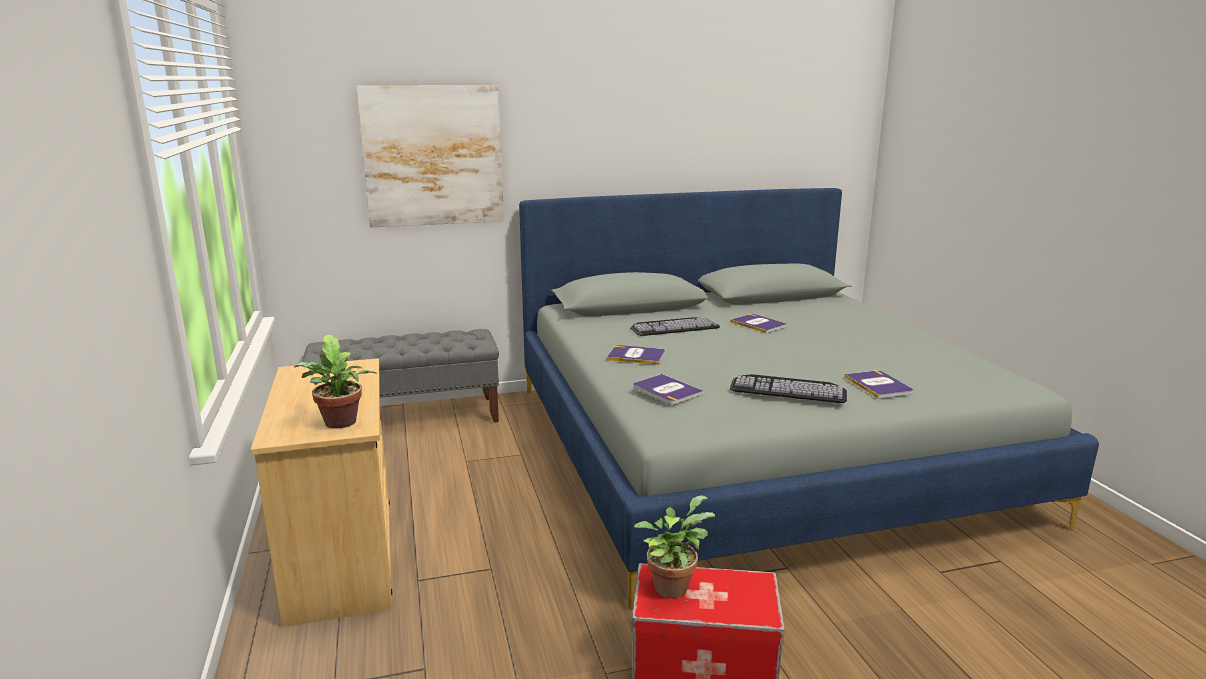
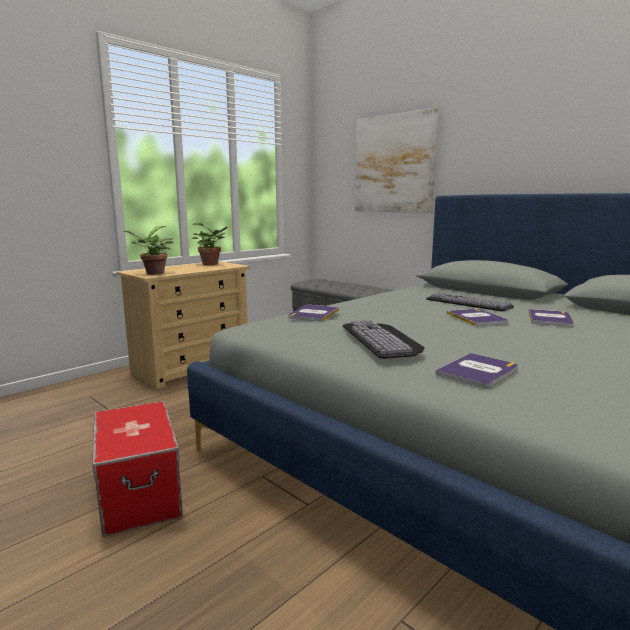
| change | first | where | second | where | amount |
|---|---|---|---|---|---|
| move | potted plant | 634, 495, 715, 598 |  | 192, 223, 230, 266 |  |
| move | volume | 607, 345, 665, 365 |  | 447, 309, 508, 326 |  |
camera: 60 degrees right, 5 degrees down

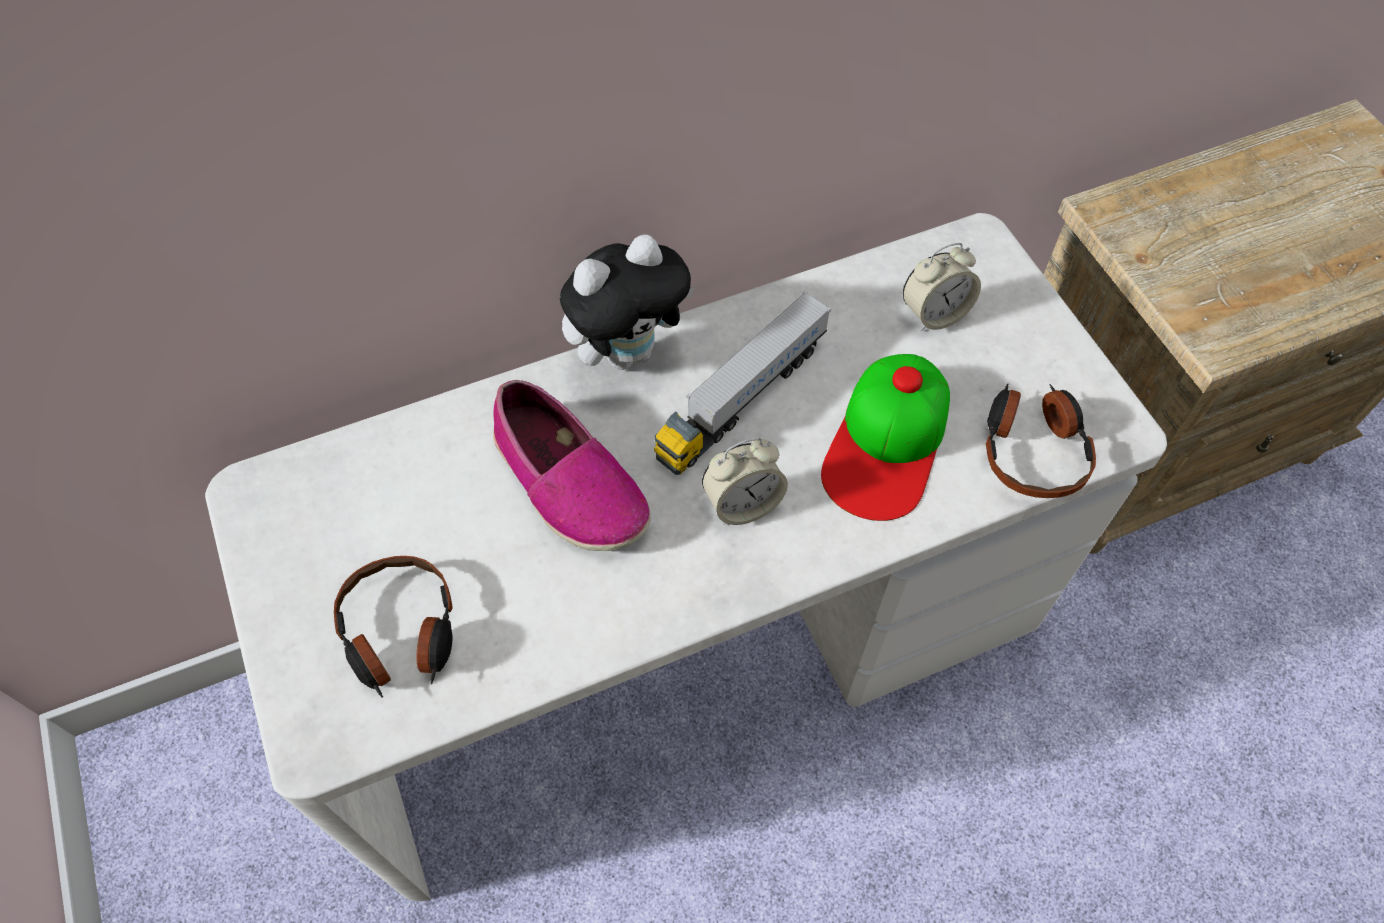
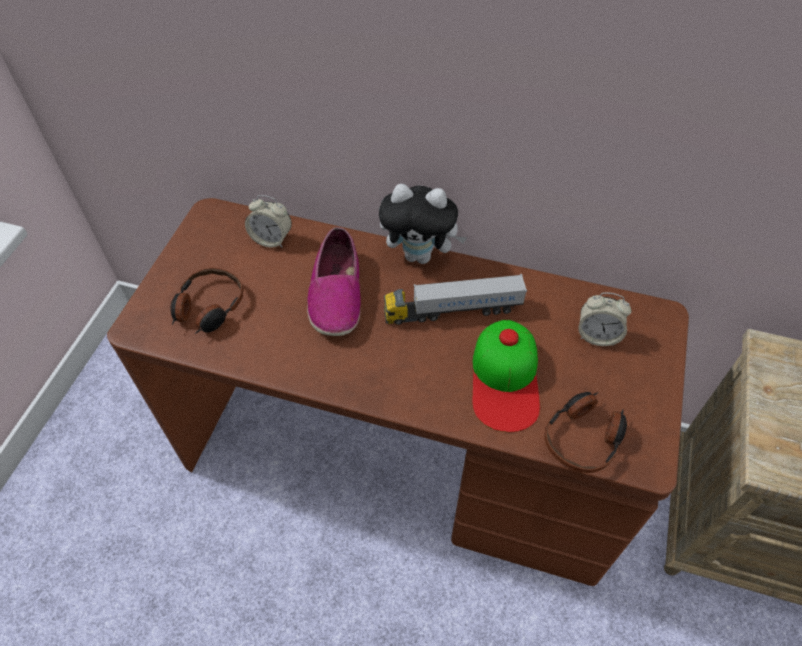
| change | first | where | second | where | amount |
|---|---|---|---|---|---|
| recolor | white desk unit | 205, 213, 1167, 901 | brown-coloured desk unit | 107, 198, 689, 586 |  |
| move | table clock | 702, 438, 788, 525 |  | 245, 195, 292, 248 |  |
| rotate | cap | 821, 354, 950, 521 |  | 472, 320, 540, 432 | 60 degrees counterclockwise |
camera: 40 degrees right, 5 degrees down

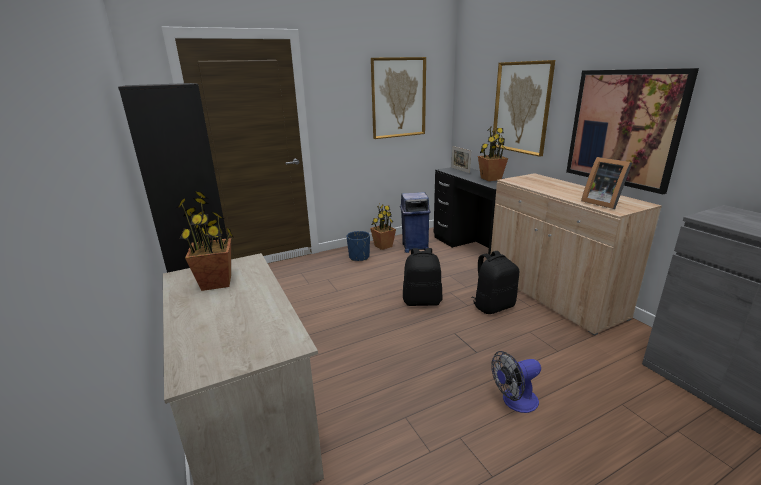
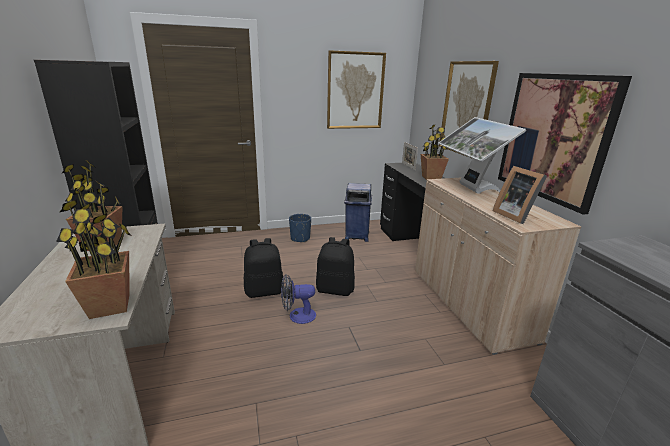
| change | first | where | second | where | amount |
|---|---|---|---|---|---|
| move | potted plant | 370, 205, 396, 250 |  | 56, 199, 131, 319 |  |
| move | black-coloured knapsack | 472, 251, 519, 314 |  | 244, 238, 283, 298 |  |
| move | electric fan | 491, 351, 541, 413 |  | 281, 275, 316, 324 |  |
| insert |  |  | computer screen | 438, 117, 526, 194 |  |
camera: 10 degrees right, 0 degrees up

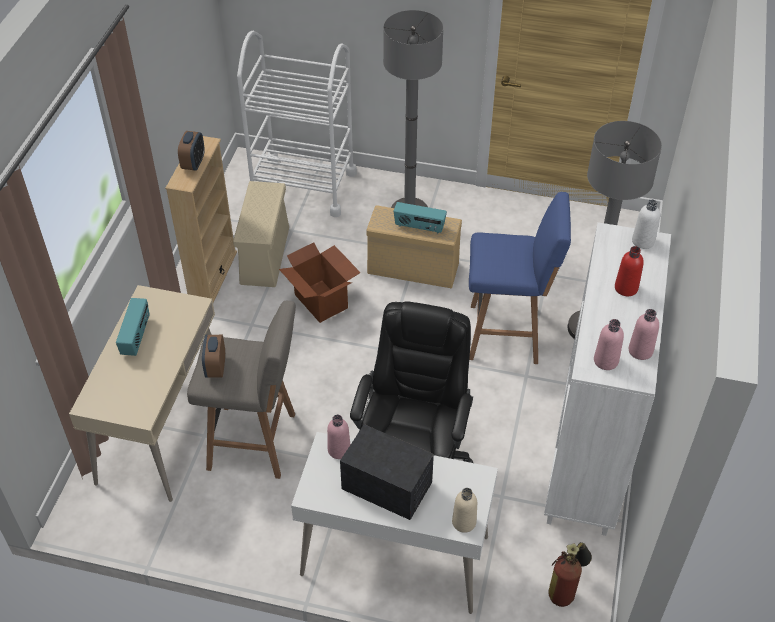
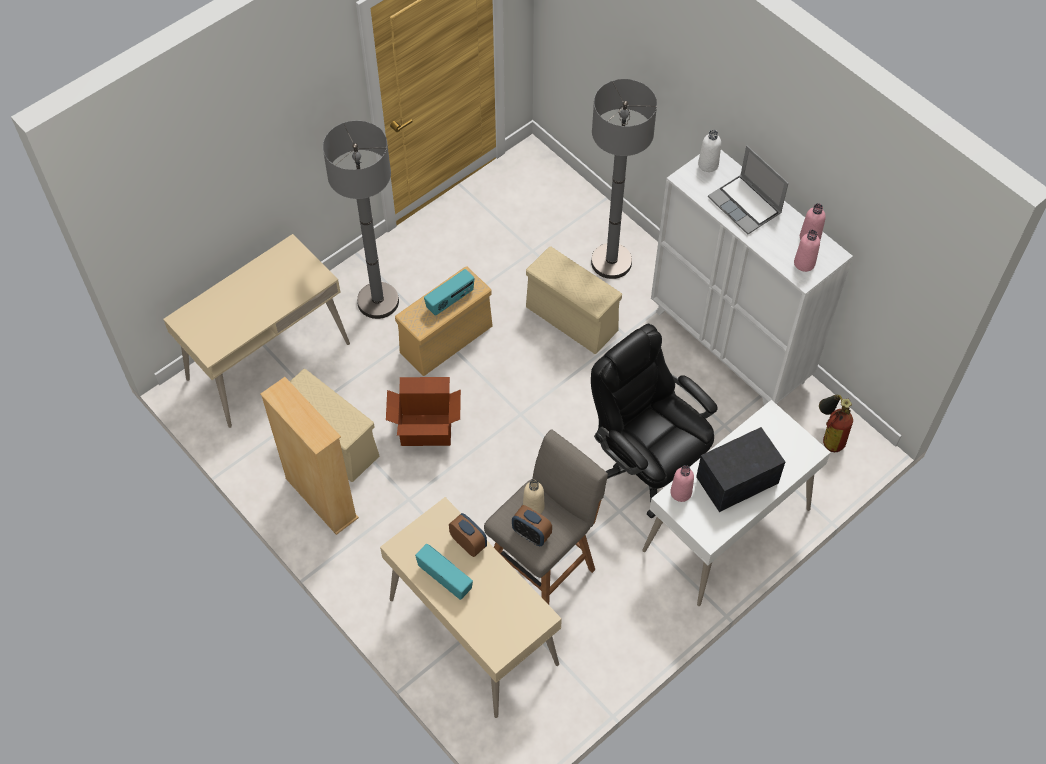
| change | first | where | second | where | amount |
|---|---|---|---|---|---|
| replace | white cart | 237, 31, 357, 217 | beige-coloured desk unit | 163, 234, 350, 428 |  |
| move | table clock | 178, 131, 205, 171 |  | 449, 513, 487, 557 |  |
| move | beige-coloured bottle | 452, 488, 477, 533 |  | 523, 480, 545, 514 |  |
| replace | blue sitting stool | 469, 192, 571, 364 | beige-coloured storage box | 526, 246, 622, 354 |  |
| replace | red-coloured bottle | 615, 246, 644, 296 | portable computer | 708, 146, 788, 235 |  |
camera: 55 degrees left, 10 degrees up

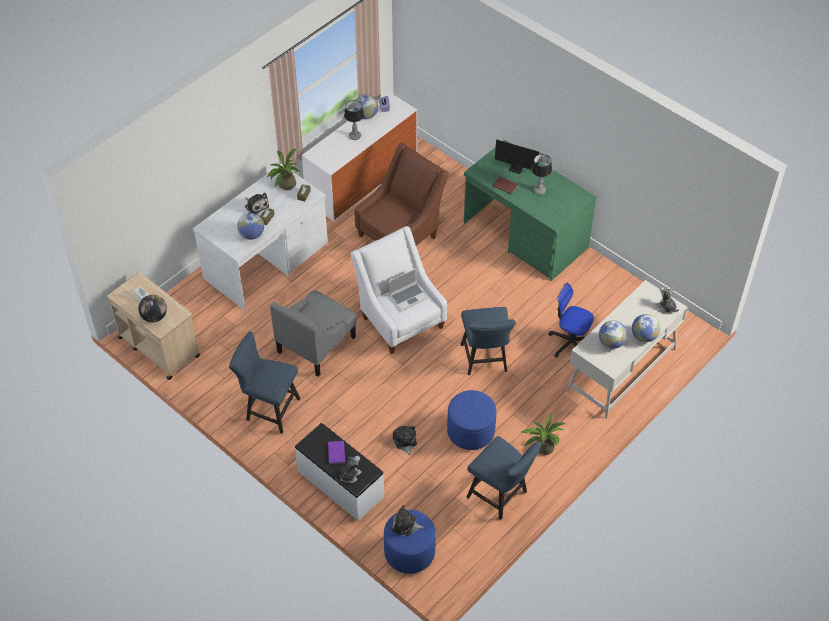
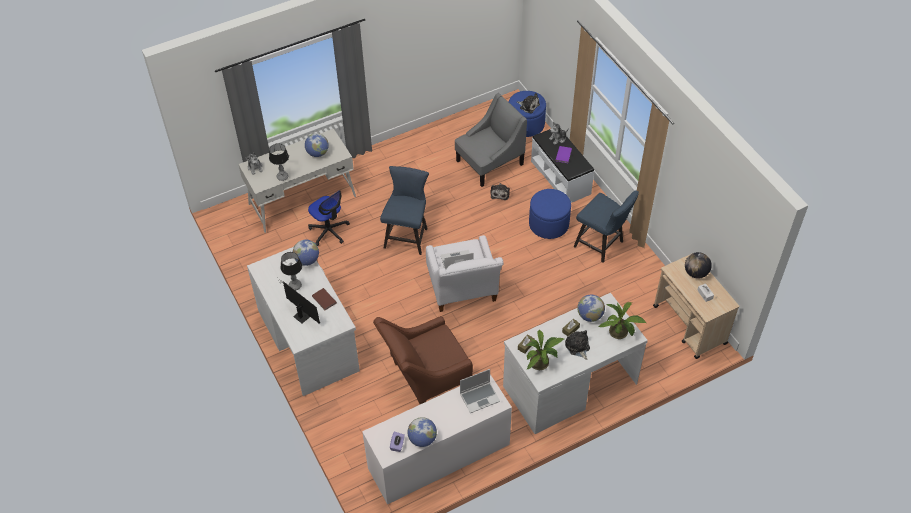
| change | first | where | second | where | amount |
|---|---|---|---|---|---|
| recolor | greenish desk unit | 464, 140, 596, 281 | white desk unit | 247, 247, 360, 396 |  |
| move | lamp for a table | 344, 100, 364, 140 |  | 269, 143, 289, 181 |  |
| move | globe | 632, 314, 660, 342 |  | 293, 240, 319, 266 |  |
| move | greyish lounge chair | 270, 290, 357, 377 |  | 455, 93, 527, 187 |  |
| insert |  |  | portable computer | 460, 369, 500, 413 |  |
| move | blue ottoman | 447, 390, 497, 450 |  | 529, 189, 571, 239 |  |
| move | potted plant | 521, 413, 566, 455 |  | 599, 302, 646, 339 |  |
| delete | blue chair | 466, 436, 541, 520 |  |  |  |
camera: 160 degrees left, 0 degrees up

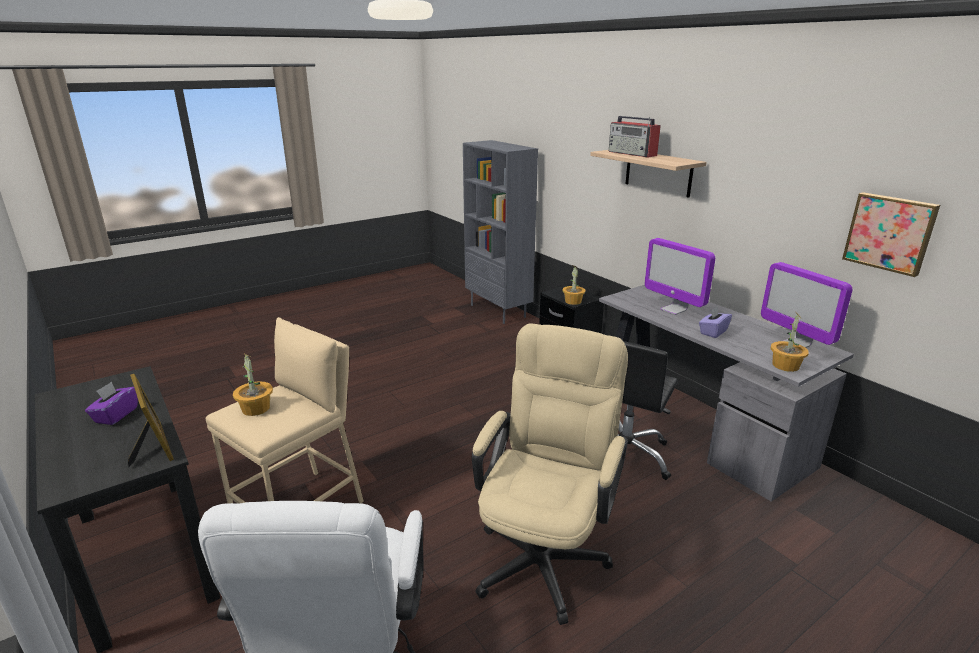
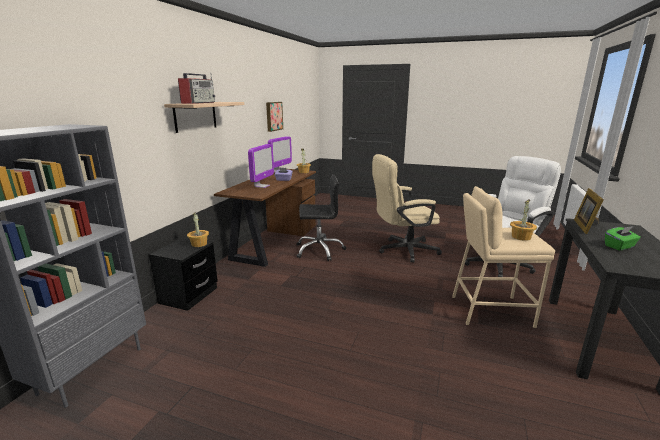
| change | first | where | second | where | amount |
|---|---|---|---|---|---|
| recolor | greyish desk unit | 599, 285, 854, 502 | brown-coloured desk unit | 214, 168, 316, 267 |  |
| recolor | purple-coloured tissue box | 85, 382, 138, 425 | greenish tissue box | 605, 226, 641, 251 |  |
camera: 125 degrees left, 5 degrees down

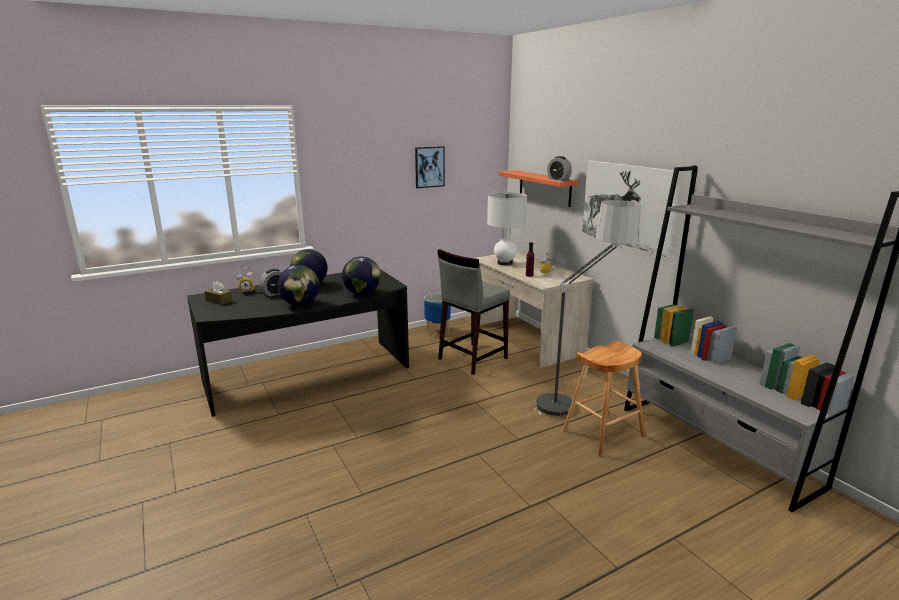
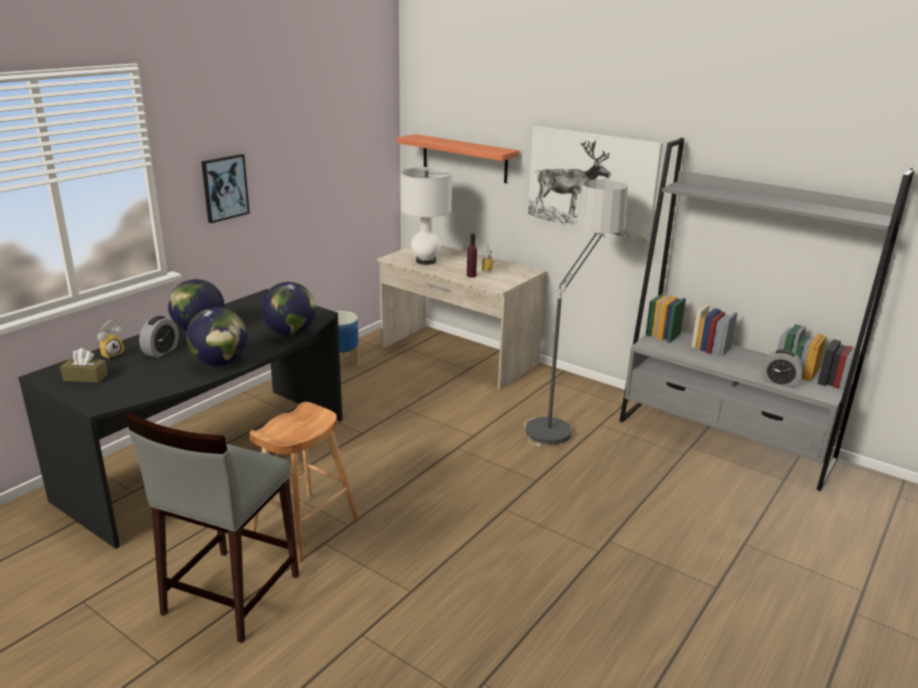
| change | first | where | second | where | amount |
|---|---|---|---|---|---|
| move | greyish sitting stool | 437, 249, 510, 375 |  | 124, 412, 299, 643 |  |
| move | picture | 415, 146, 445, 188 |  | 201, 154, 250, 223 |  |
| move | brown-coloured sitting stool | 563, 341, 645, 457 |  | 250, 402, 359, 563 |  |
| move | table clock | 547, 156, 572, 181 |  | 761, 349, 803, 388 |  |
camera: 25 degrees left, 5 degrees up

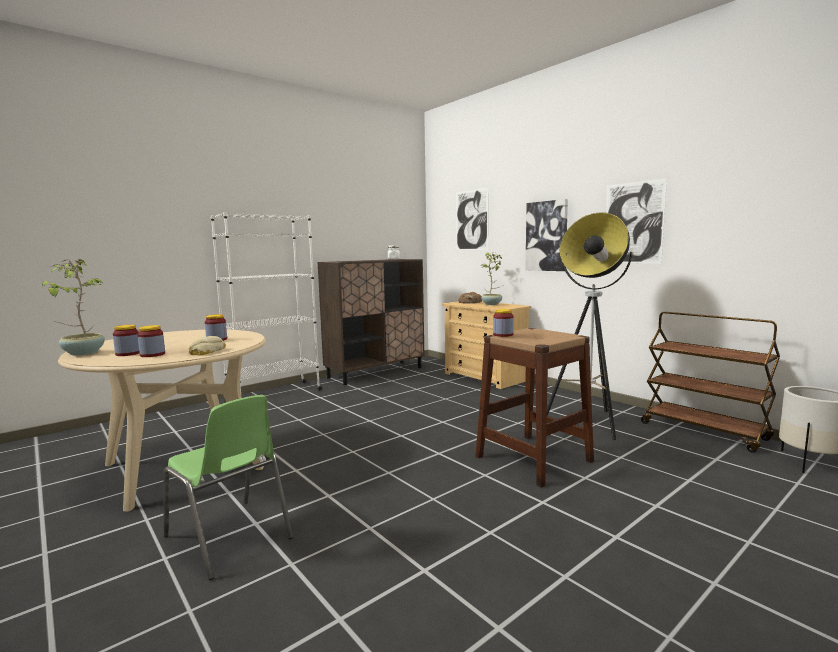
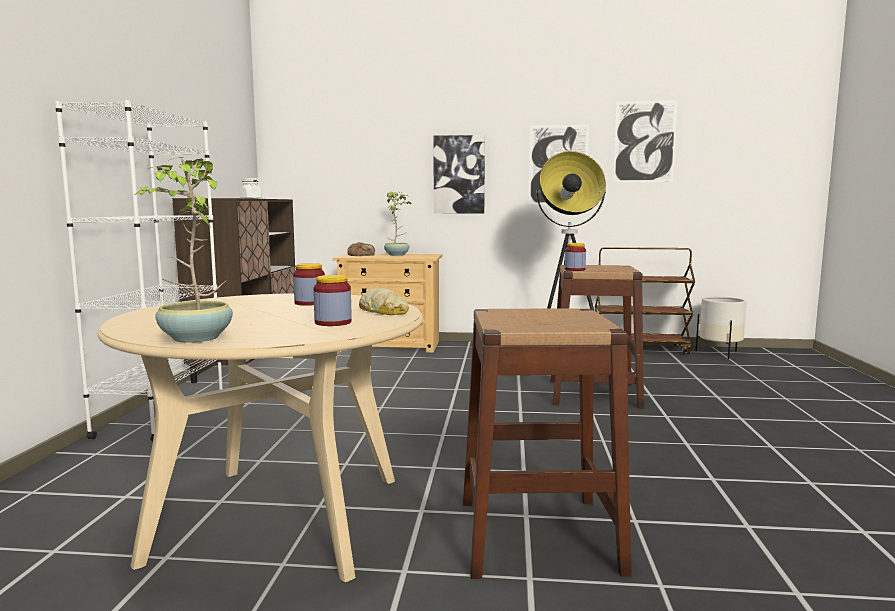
| change | first | where | second | where | amount |
|---|---|---|---|---|---|
| replace | greenish chair | 163, 395, 293, 580 | brown-coloured sitting stool | 463, 308, 632, 579 |  |
| move | picture | 456, 188, 488, 250 |  | 613, 100, 678, 182 |  |
| delete | jar | 113, 325, 139, 356 |  |  |  |
camera: 45 degrees left, 0 degrees up

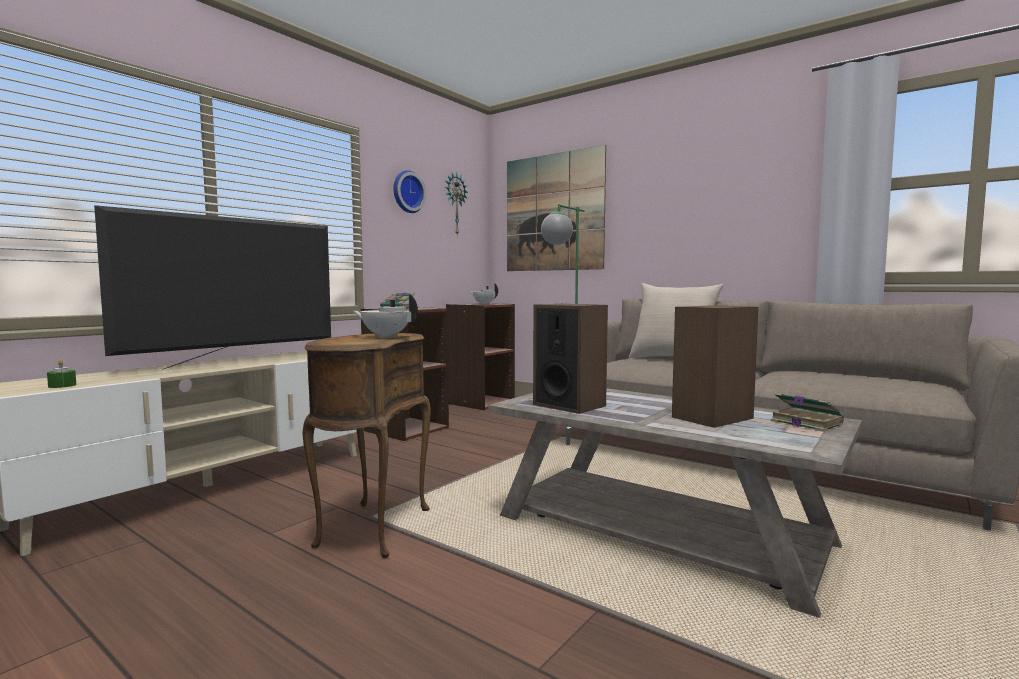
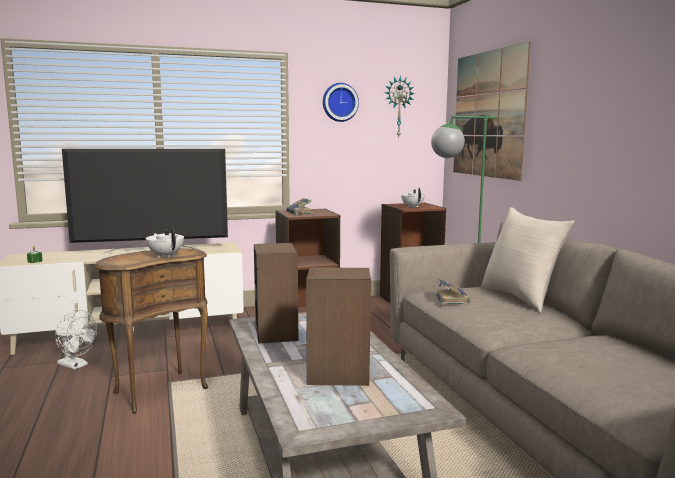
| change | first | where | second | where | amount |
|---|---|---|---|---|---|
| insert |  |  | white electric fan | 55, 309, 97, 370 |  |
| move | volume | 771, 393, 844, 431 |  | 435, 278, 470, 304 |  |
camera: 35 degrees right, 5 degrees up

